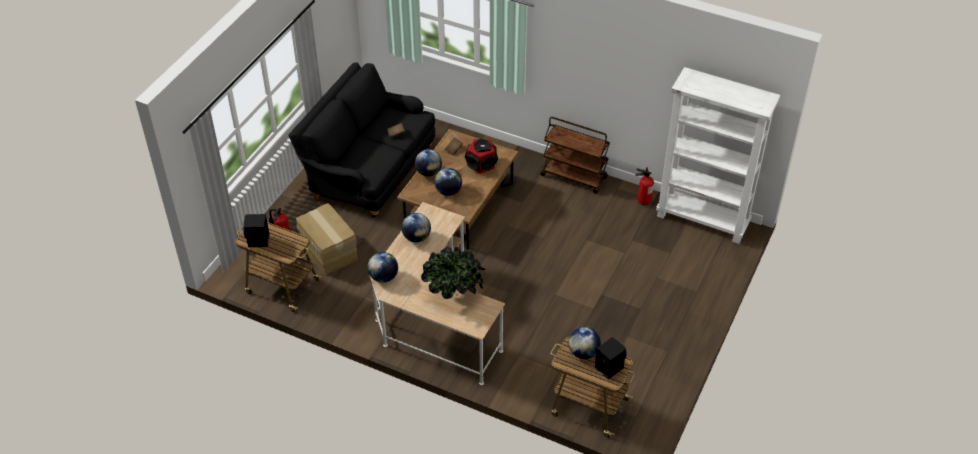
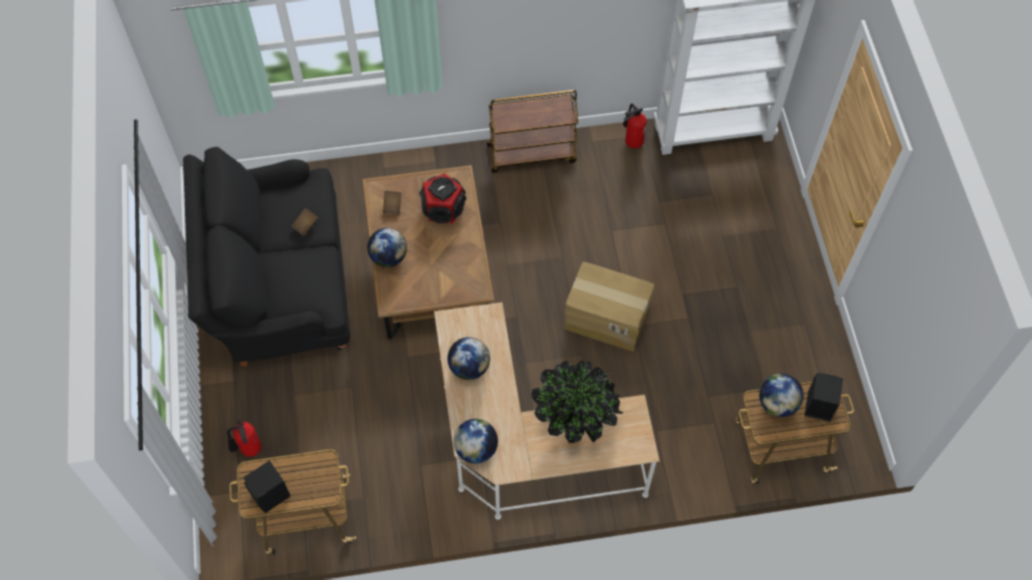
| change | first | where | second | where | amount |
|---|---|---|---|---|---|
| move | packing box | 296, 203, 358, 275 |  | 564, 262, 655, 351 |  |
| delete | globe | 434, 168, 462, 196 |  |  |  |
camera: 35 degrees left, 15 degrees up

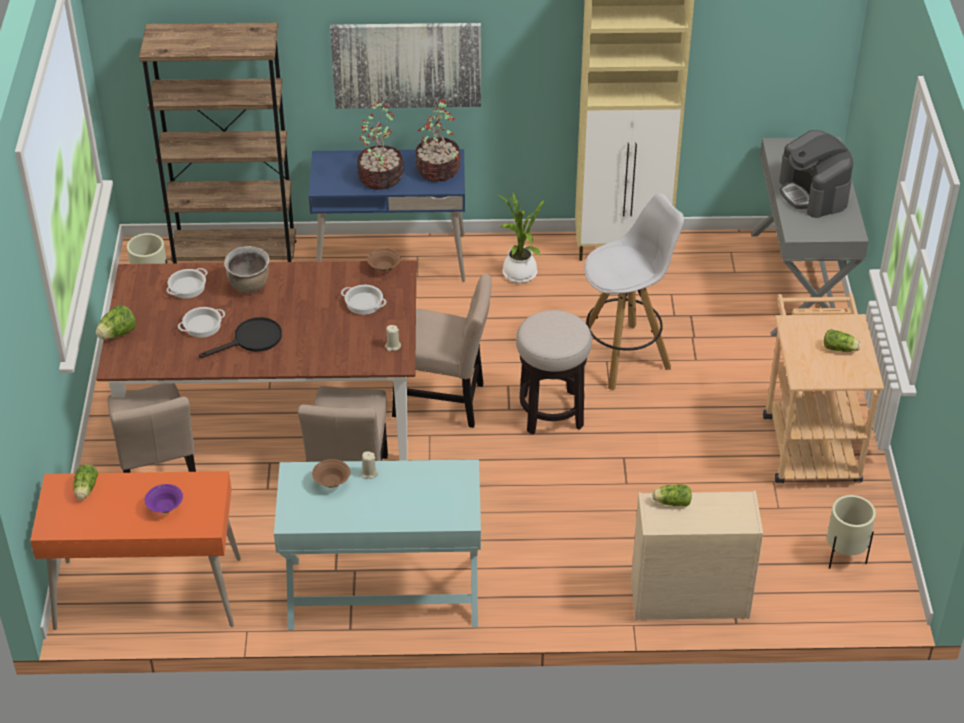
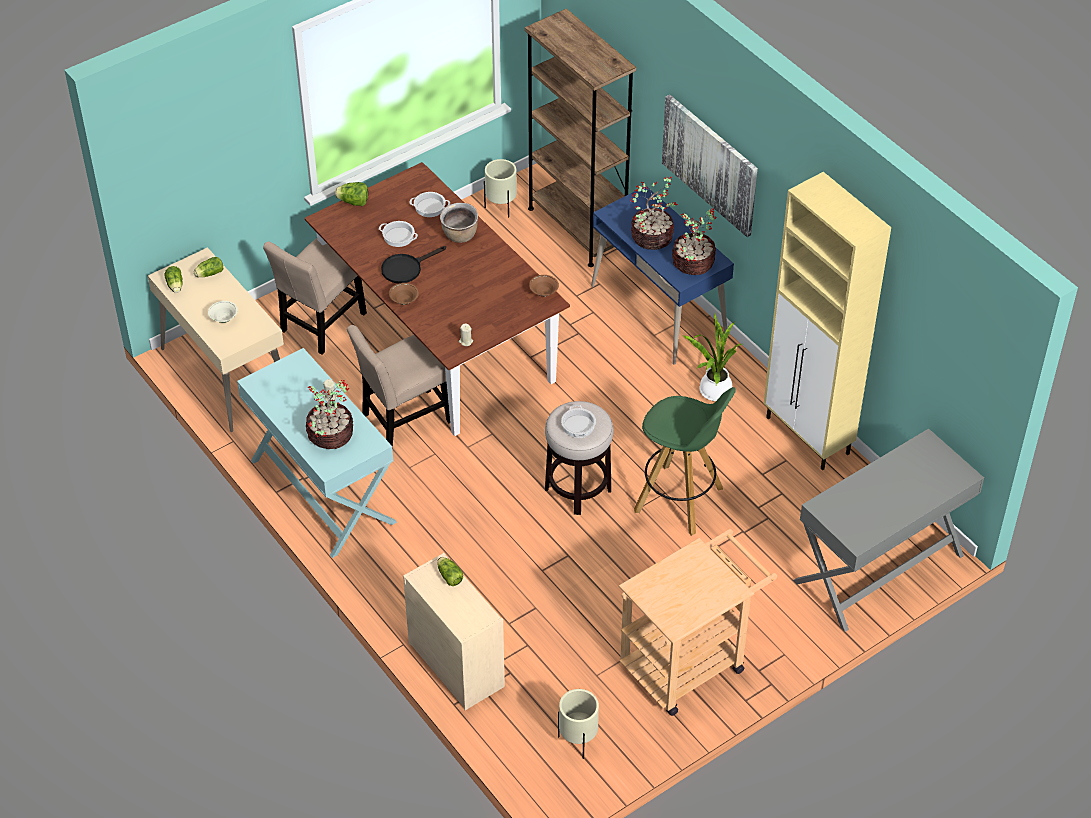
| change | first | where | second | where | amount |
|---|---|---|---|---|---|
| recolor | orange-coloured desk unit | 30, 471, 241, 630 | beige-coloured desk unit | 148, 247, 284, 432 |  |
| move | lettuce | 824, 329, 861, 352 |  | 164, 266, 183, 293 |  |
| recolor | purple-coloured deep dish | 145, 484, 183, 513 | white deep dish | 208, 301, 238, 323 |  |
| insert |  |  | potted plant | 306, 380, 353, 449 |  |
| rotate | black-coloured skillet | 199, 317, 282, 358 |  | 381, 246, 446, 283 | 120 degrees clockwise |
| move | brown-coloured deep dish | 312, 459, 350, 488 |  | 389, 283, 419, 305 |  |
| move | stockpot | 341, 285, 386, 315 |  | 561, 404, 596, 438 |  |
| recolor | white sitting stool | 584, 193, 684, 391 | greenish sitting stool | 634, 387, 736, 536 |  |
| delete | beige-coloured chair | 392, 274, 492, 428 |  |  |  |
| delete | coffee maker | 779, 130, 853, 218 |  |  |  |
camera: 55 degrees right, 5 degrees up

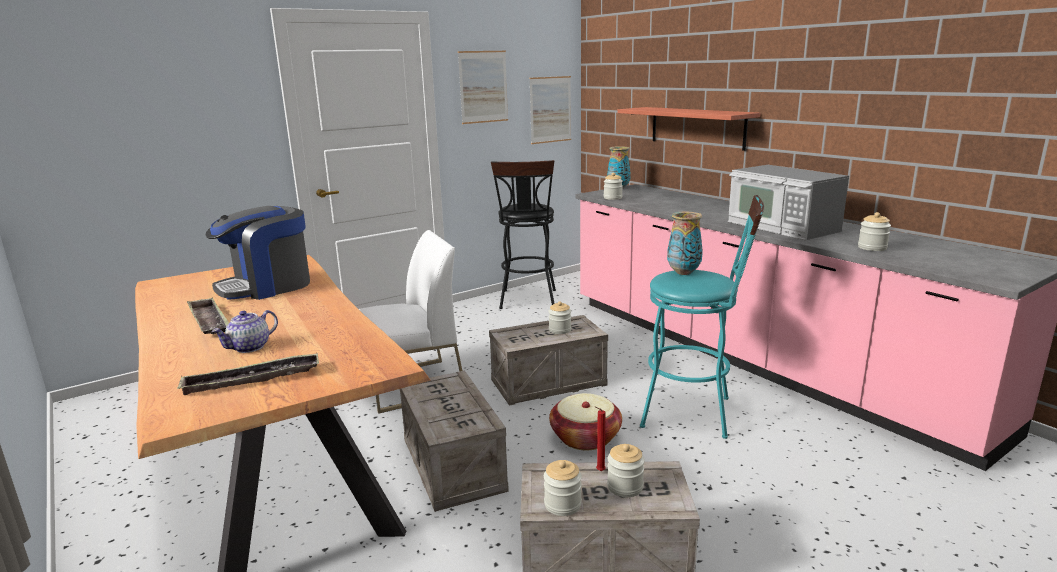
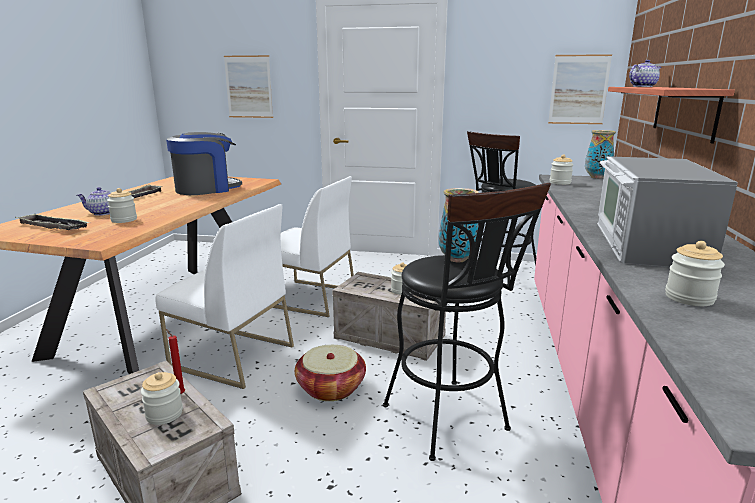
| change | first | where | second | where | amount |
|---|---|---|---|---|---|
| move | jar | 544, 460, 582, 516 |  | 107, 188, 137, 223 |  |
| replace | crate | 399, 370, 509, 512 | white chair | 155, 204, 294, 389 |  |
| rotate | coffee maker | 205, 206, 310, 300 |  | 166, 132, 242, 195 | 135 degrees clockwise |
| move | picture | 458, 51, 508, 124 |  | 224, 55, 273, 118 |  |
| recolor | blue-green sitting stool | 640, 195, 764, 439 | black-coloured sitting stool | 383, 183, 551, 461 |  |
| insert |  |  | tea pot | 629, 60, 661, 87 |  |
camera: 45 degrees right, 0 degrees up

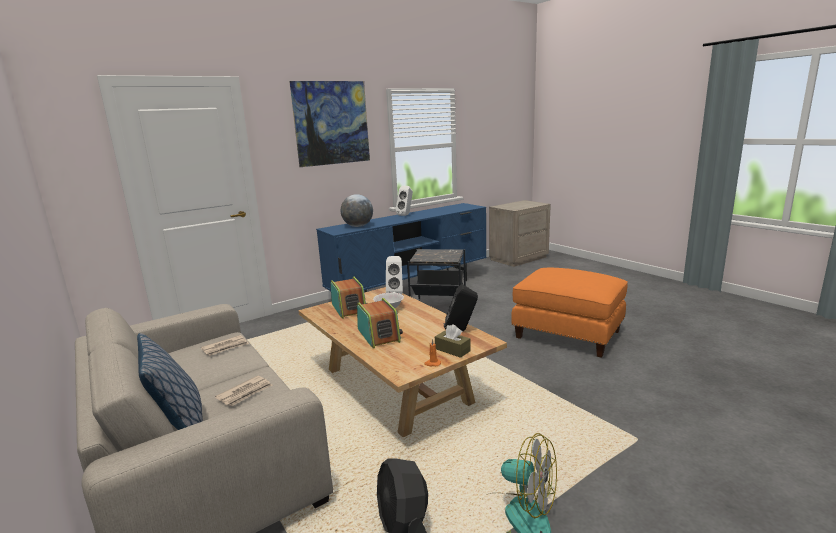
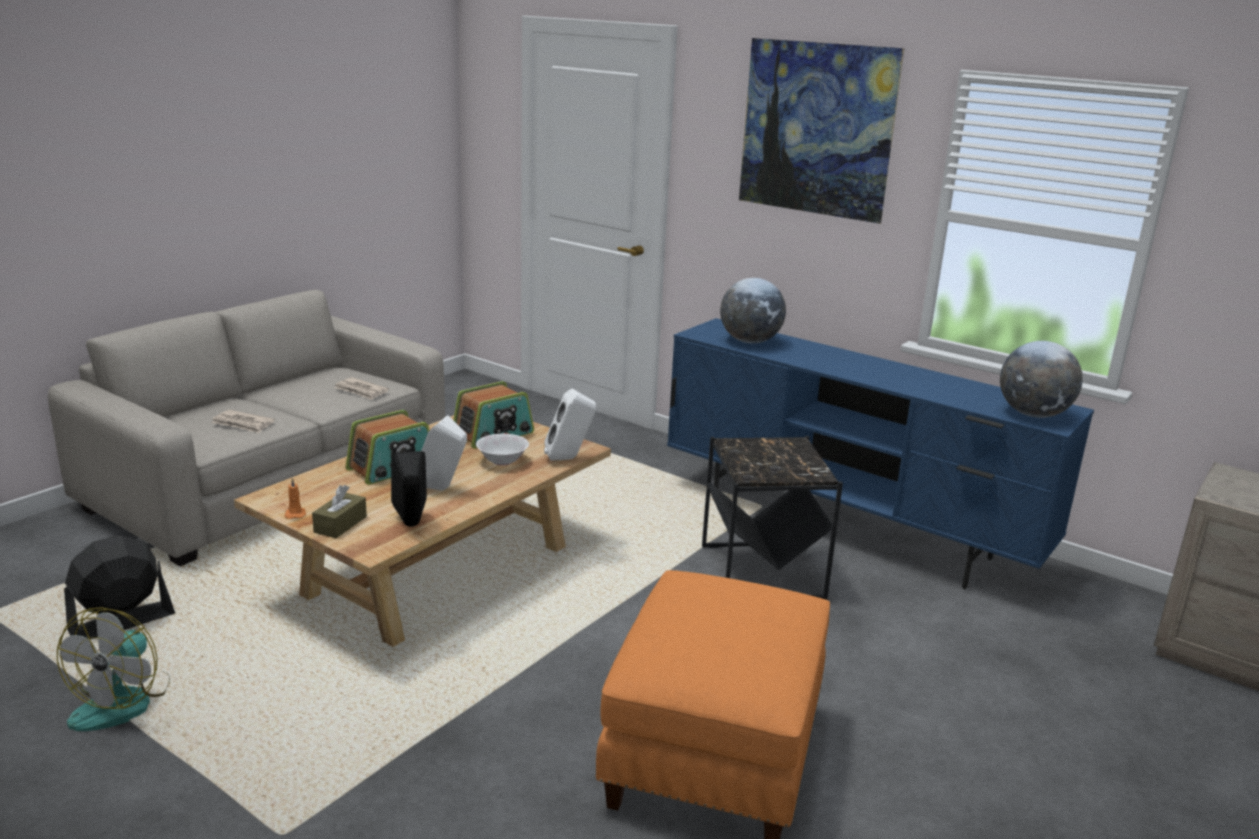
| change | first | where | second | where | amount |
|---|---|---|---|---|---|
| move | white loudspeaker | 395, 186, 413, 216 |  | 421, 415, 467, 491 |  |
| insert |  |  | globe | 1000, 341, 1083, 418 |  |
| delete | pillow | 137, 333, 203, 430 |  |  |  |
camera: 70 degrees right, 5 degrees up

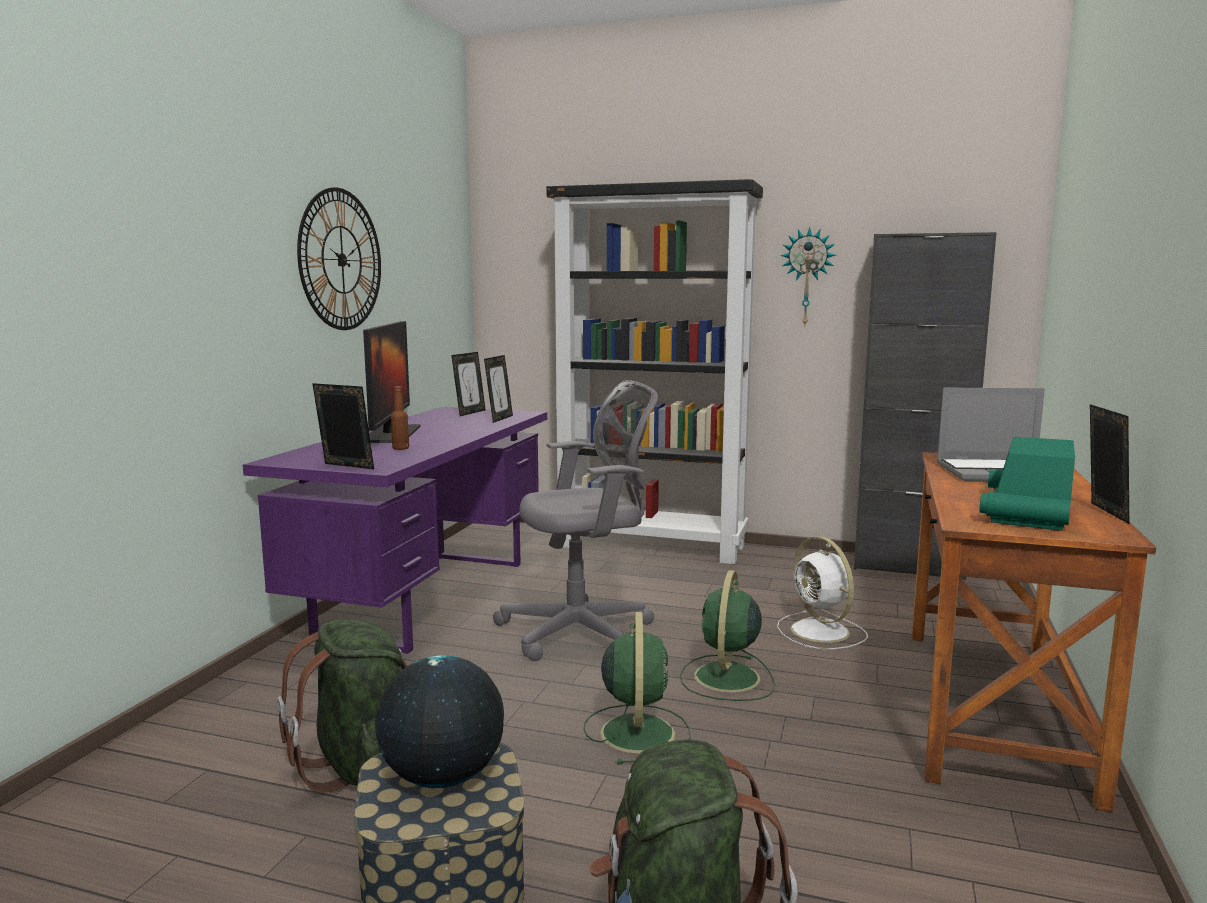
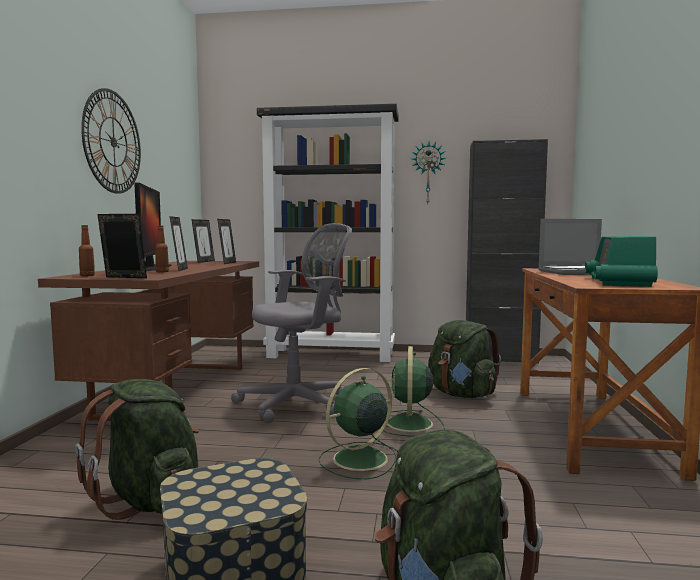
| change | first | where | second | where | amount |
|---|---|---|---|---|---|
| recolor | purple-coloured desk unit | 243, 407, 547, 654 | brown-coloured desk unit | 38, 261, 259, 421 |  |
| insert |  |  | brown-coloured bottle | 79, 225, 95, 276 |  |
| move | photo frame | 1090, 404, 1129, 524 |  | 170, 216, 188, 271 |  |
| rotate | greenish electric fan | 584, 612, 691, 765 |  | 318, 368, 399, 479 | 120 degrees counterclockwise |
| replace | white electric fan | 777, 536, 868, 649 | greenish knapsack | 428, 320, 501, 398 |  |
| delete | globe | 375, 655, 504, 788 |  |  |  |
camera: 10 degrees left, 5 degrees down

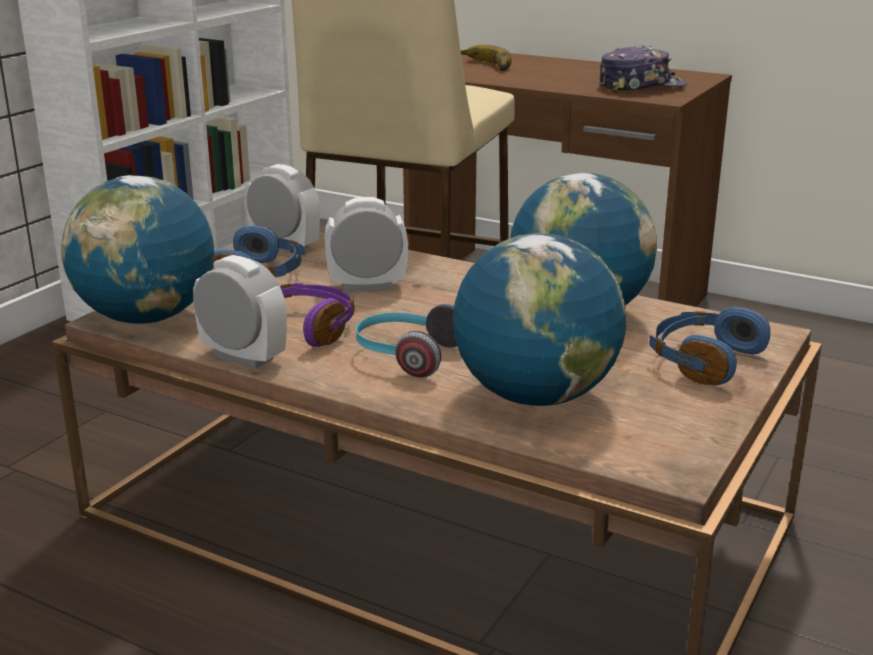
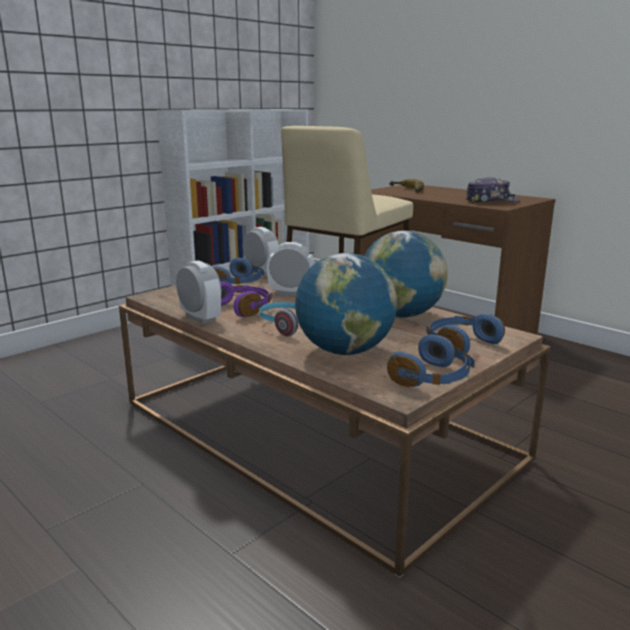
| change | first | where | second | where | amount |
|---|---|---|---|---|---|
| insert |  |  | blue pair of headphones | 387, 335, 475, 387 |  |
| delete | globe | 61, 175, 214, 325 |  |  |  |
camera: 15 degrees right, 5 degrees down

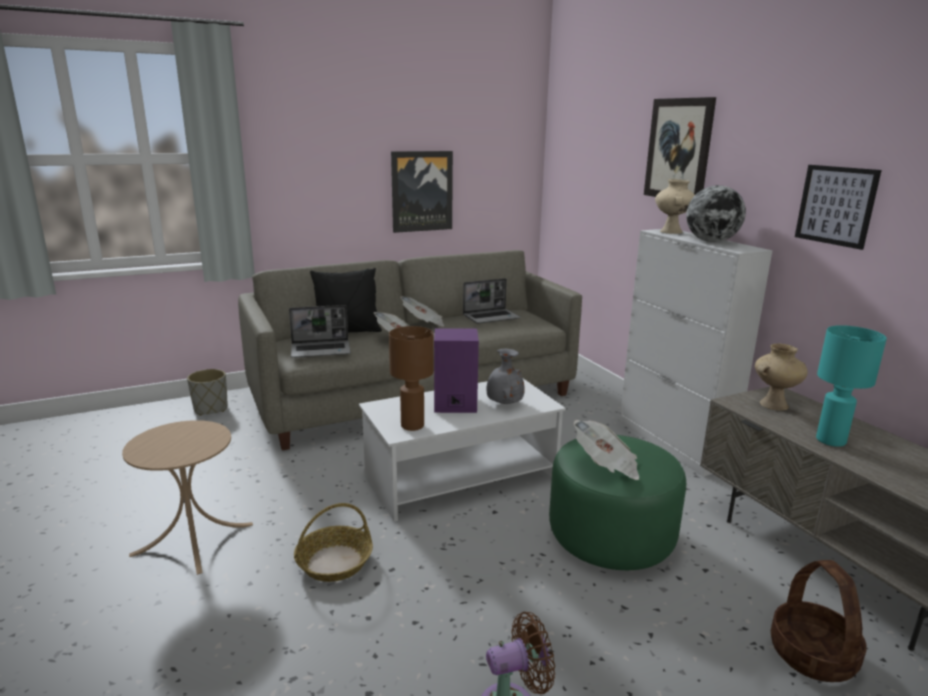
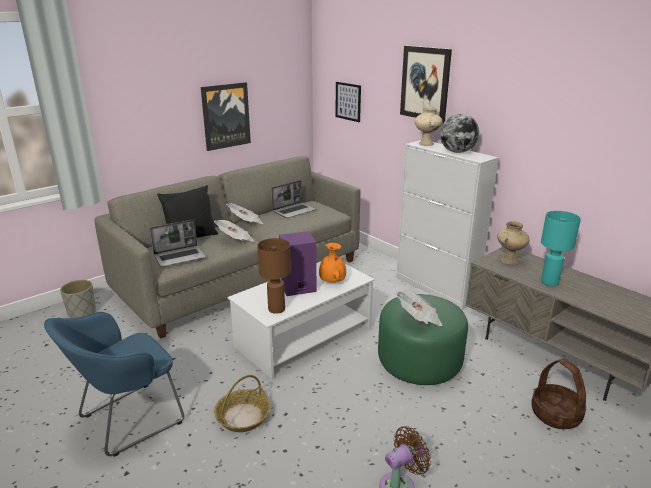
| change | first | where | second | where | amount |
|---|---|---|---|---|---|
| replace | beige-coloured side table | 122, 420, 253, 575 | blue lounge chair | 44, 312, 184, 457 |  |
| recolor | greyish vase | 487, 349, 525, 404 | orange-coloured vase | 319, 243, 346, 282 |  |
| move | picture | 795, 165, 882, 250 |  | 335, 82, 361, 122 |  |
camera: 15 degrees left, 5 degrees up

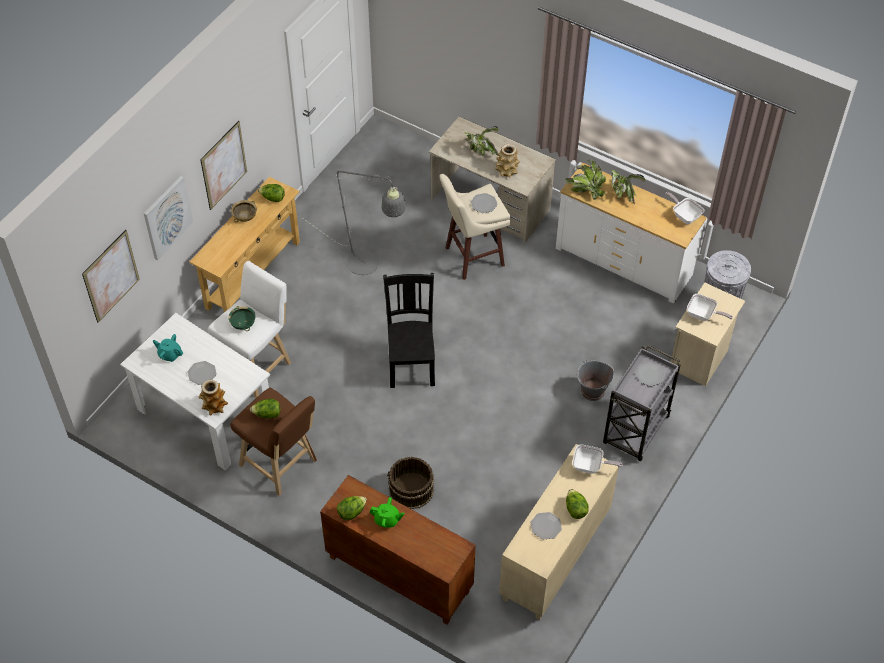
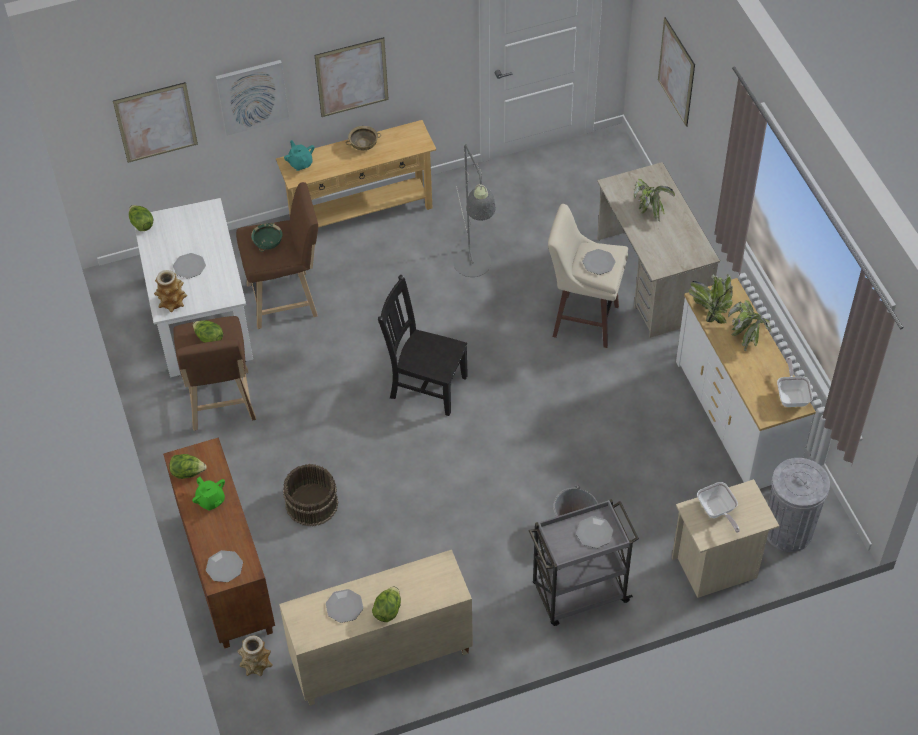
| change | first | where | second | where | amount |
|---|---|---|---|---|---|
| move | lettuce | 258, 184, 285, 202 |  | 129, 205, 153, 231 |  |
| insert |  |  | flat dish | 206, 550, 243, 582 |  |
| recolor | white sitting stool | 208, 261, 291, 398 | brown-coloured sitting stool | 236, 182, 318, 329 |  |
| move | vase | 495, 144, 520, 177 |  | 237, 636, 273, 676 |  |
| move | blue-green tea pot | 153, 334, 183, 362 |  | 284, 140, 314, 171 |  |
| rotate | black-coloured chair | 383, 273, 435, 388 |  | 378, 275, 468, 416 | 105 degrees counterclockwise |
| insert |  |  | picture | 658, 17, 695, 127 |  |
| delete | skillet | 572, 444, 623, 474 |  |  |  |
camera: 40 degrees right, 0 degrees up

